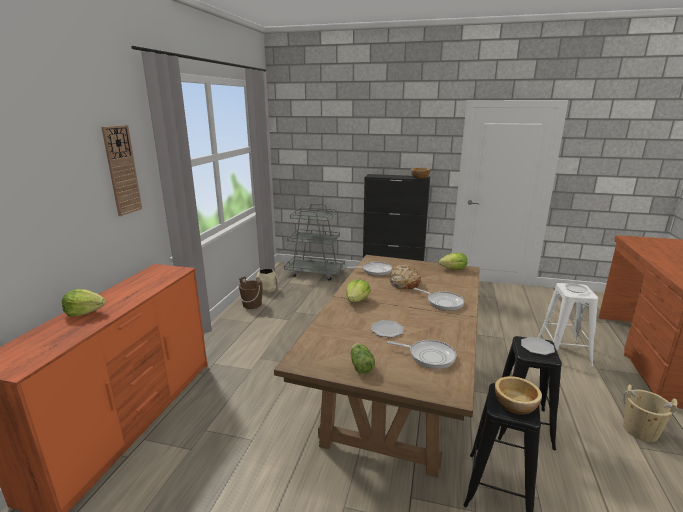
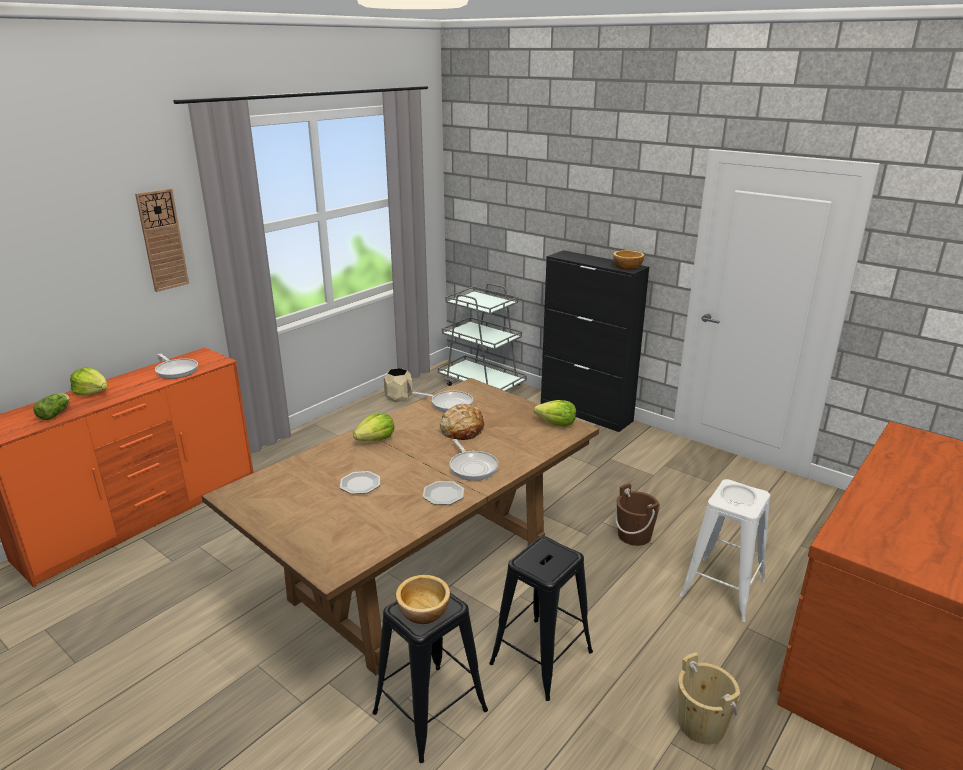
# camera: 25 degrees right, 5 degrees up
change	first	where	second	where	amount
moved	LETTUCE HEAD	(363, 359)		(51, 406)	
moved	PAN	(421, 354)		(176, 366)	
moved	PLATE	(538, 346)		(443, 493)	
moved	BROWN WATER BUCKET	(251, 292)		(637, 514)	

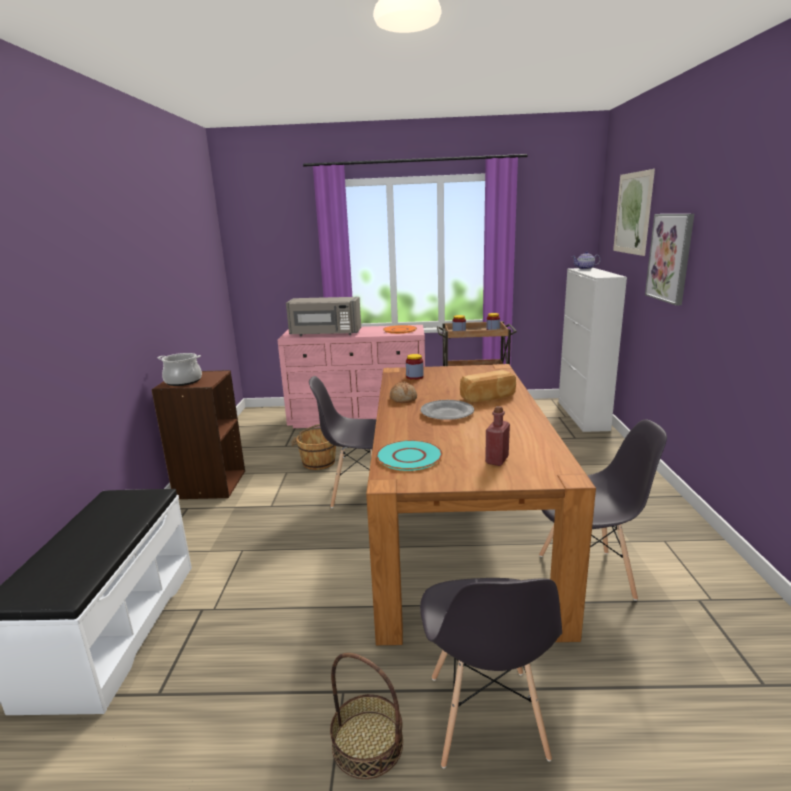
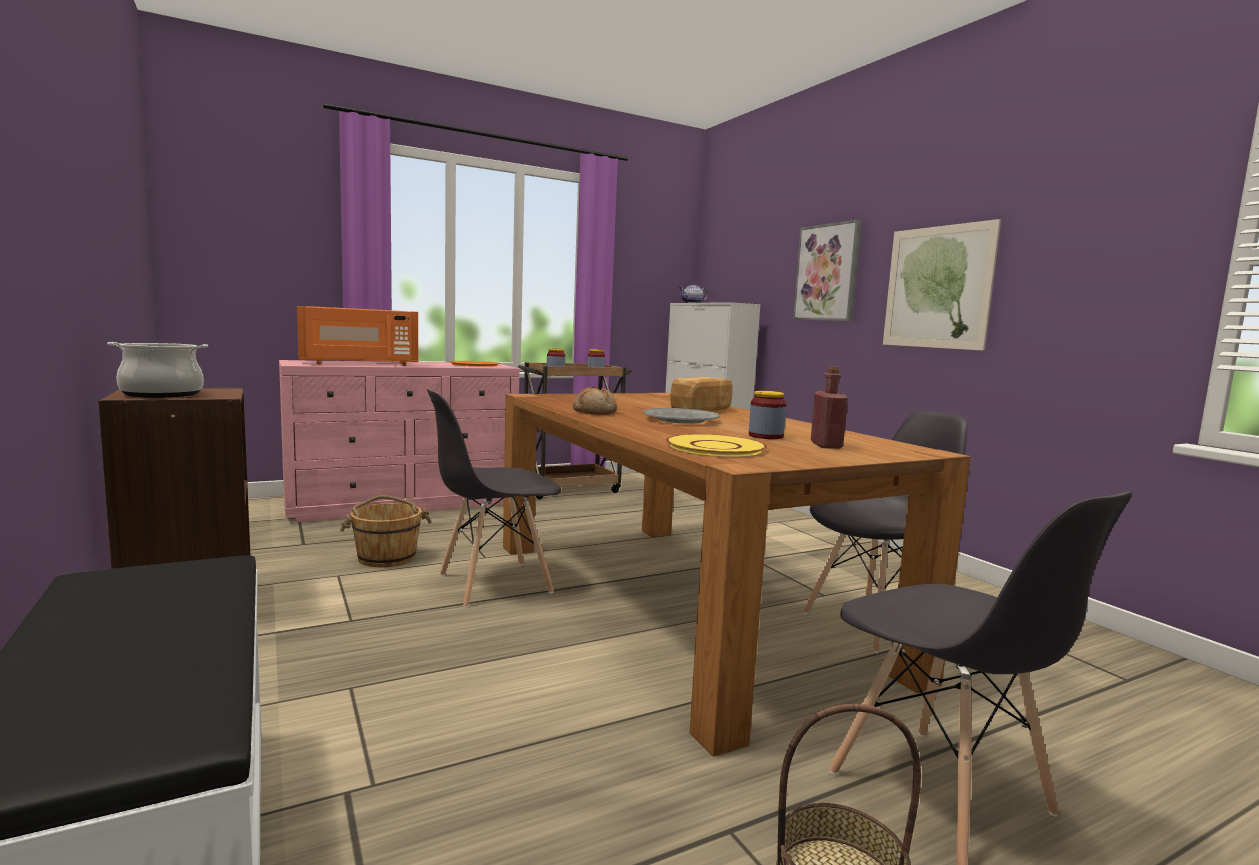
# camera: 30 degrees left, 10 degrees down
change	first	where	second	where	amount
recoloured	GRAY MICROWAVE OVEN	(323, 316)	ORANGE-COLOURED MICROWAVE OVEN	(357, 336)	
recoloured	TURQUOISE-COLOURED PLATE	(409, 455)	YELLOW PLATE	(716, 445)	
moved	JAR	(415, 367)		(767, 415)	
moved	WALL PICTURE	(634, 212)		(942, 285)	

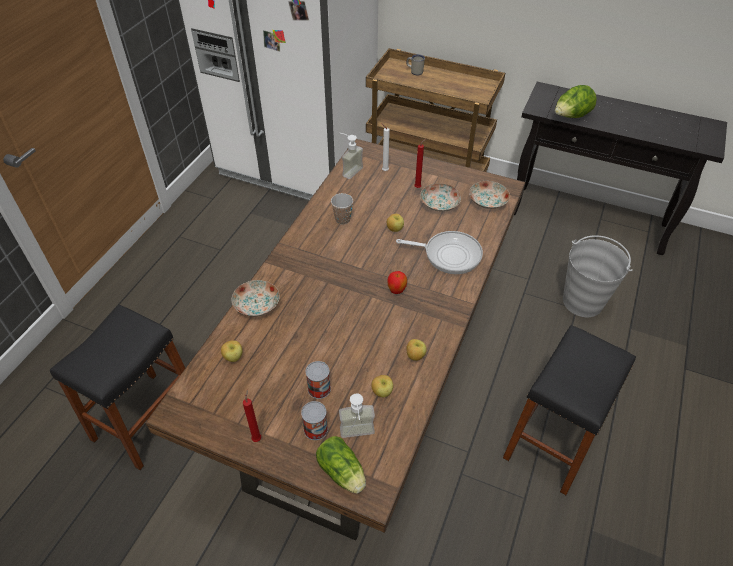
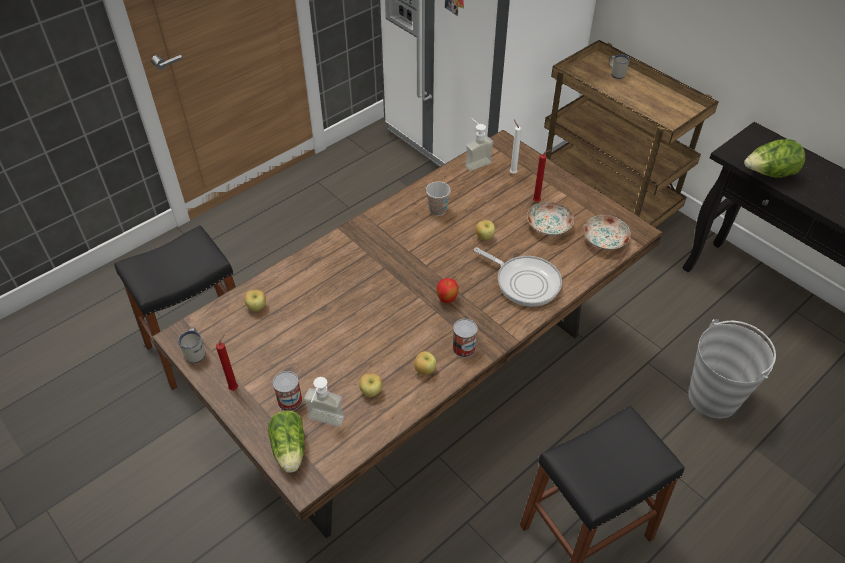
# camera: 25 degrees right, 0 degrees up
change	first	where	second	where	amount
added			WHITE MUG	(192, 345)	
moved	CAN	(318, 380)		(465, 338)	
removed	PLATE	(256, 298)			

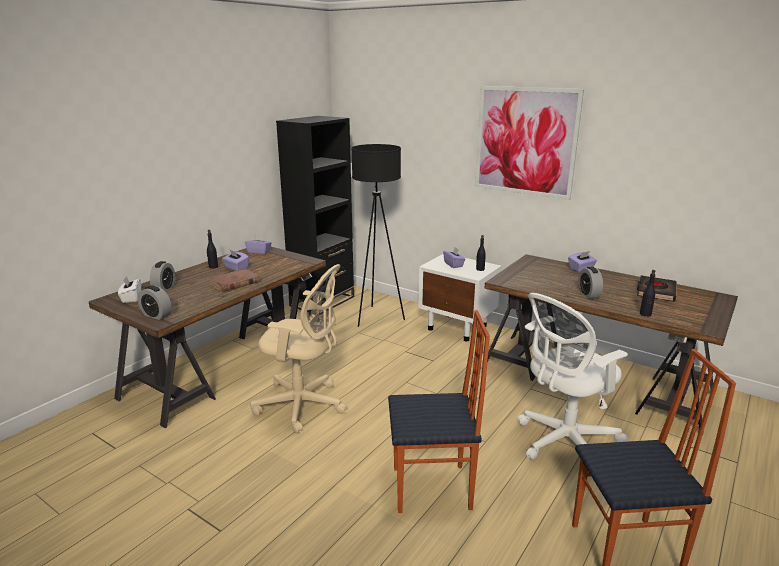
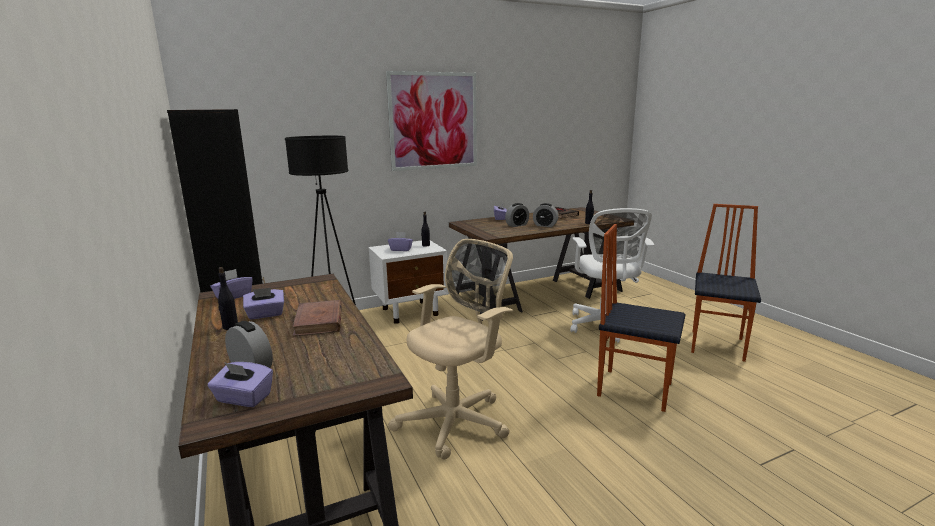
# camera: 60 degrees left, 5 degrees down
change	first	where	second	where	amount
recoloured	WHITE TISSUE BOX	(129, 289)	PURPLE-COLOURED TISSUE BOX	(240, 384)	
moved	BEDSIDE CLOCK	(155, 302)		(517, 215)	
turned	CHAIR	(439, 411)		(641, 318)	90 degrees counterclockwise

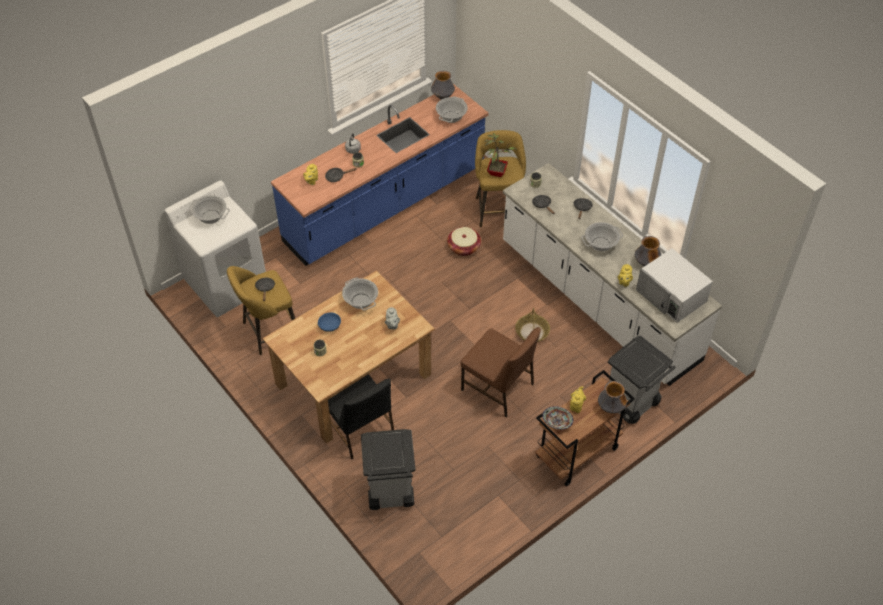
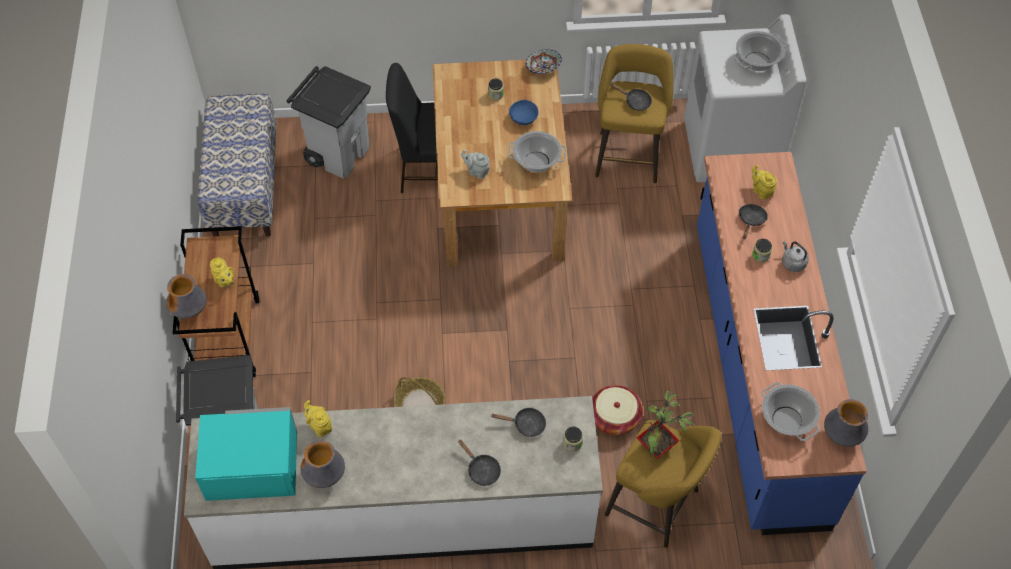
# camera: 125 degrees right, 5 degrees up
change	first	where	second	where	amount
recoloured	WHITE MICROWAVE OVEN	(674, 285)	TURQUOISE-COLOURED MICROWAVE OVEN	(246, 454)	
added			LONG SEAT	(237, 165)	
moved	BOWL	(557, 417)		(544, 61)	
removed	BROWN CHAIR	(500, 372)			
removed	SAUCEPOT	(602, 236)			

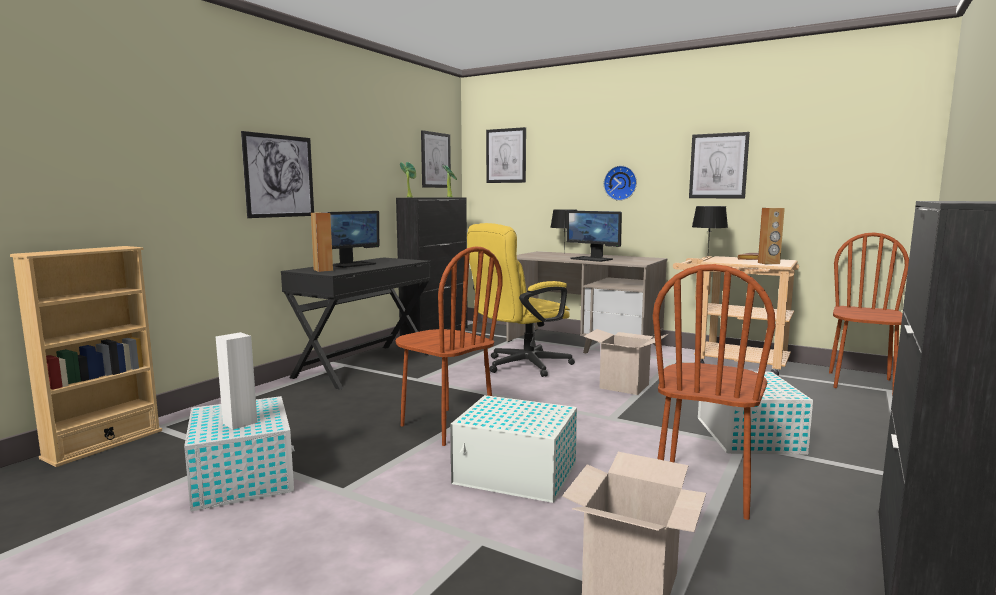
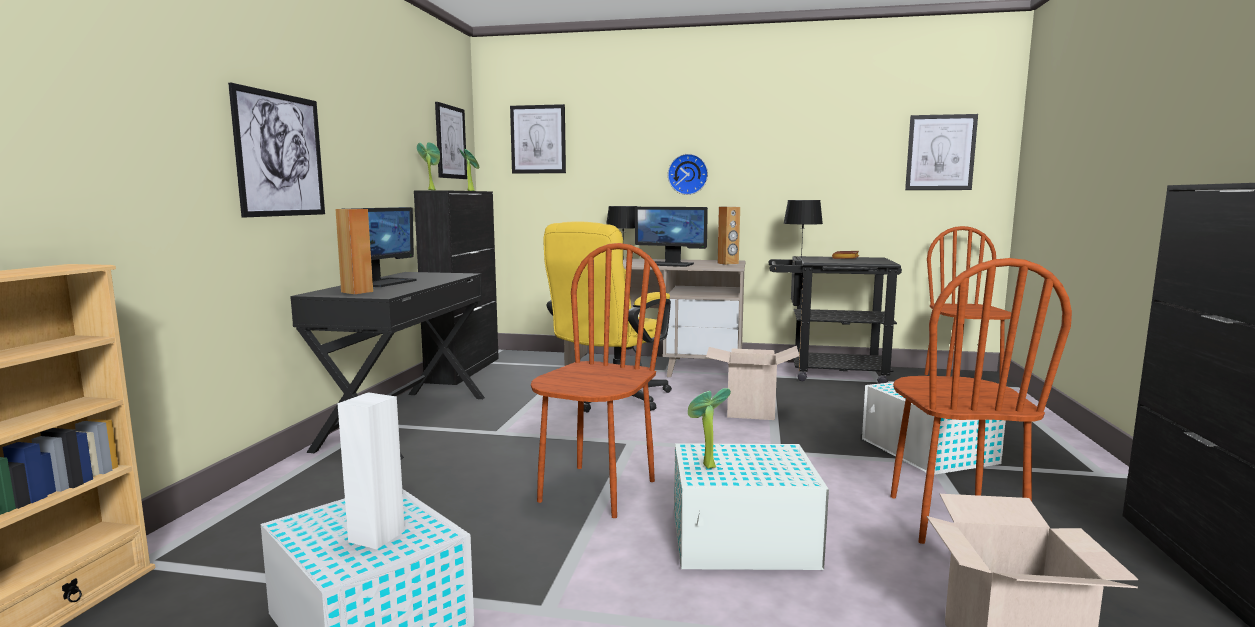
# camera: 20 degrees left, 0 degrees up
change	first	where	second	where	amount
turned	BROWN CHAIR	(449, 346)		(598, 380)	90 degrees counterclockwise
added			POTTED PLANT	(709, 428)	
moved	BROWN AUDIO SPEAKER	(771, 236)		(729, 236)	
recoloured	BEIGE-COLOURED TROLLEY	(736, 316)	BLACKISH TROLLEY	(835, 320)	
moved	WALL PICTURE	(719, 165)		(941, 152)	

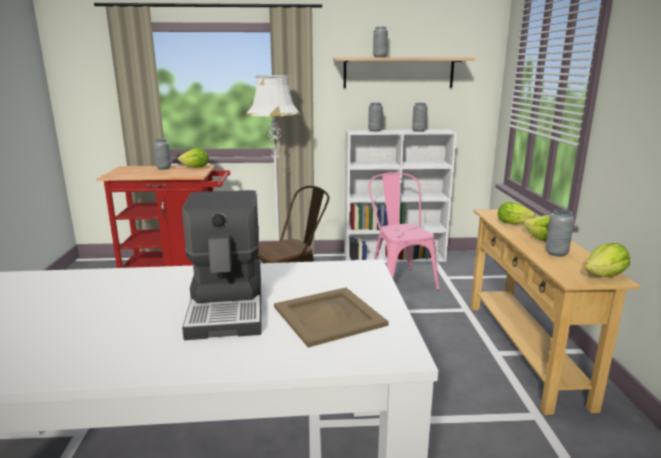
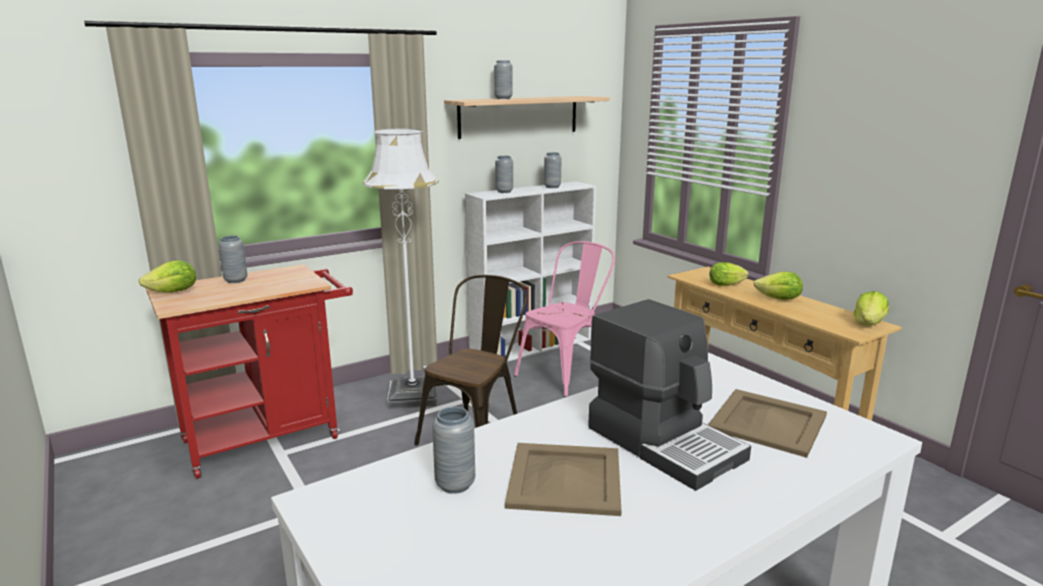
# camera: 30 degrees left, 0 degrees up
change	first	where	second	where	amount
moved	LETTUCE HEAD	(193, 157)		(167, 276)	
moved	GRAY FLOWER VASE	(560, 233)		(453, 450)	
added			BEIGE-COLOURED SERVING TRAY	(563, 479)	
turned	PINKISH CHAIR	(404, 231)		(564, 319)	90 degrees clockwise

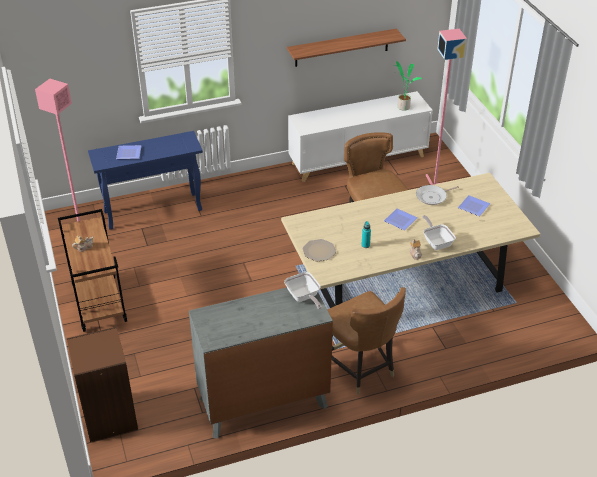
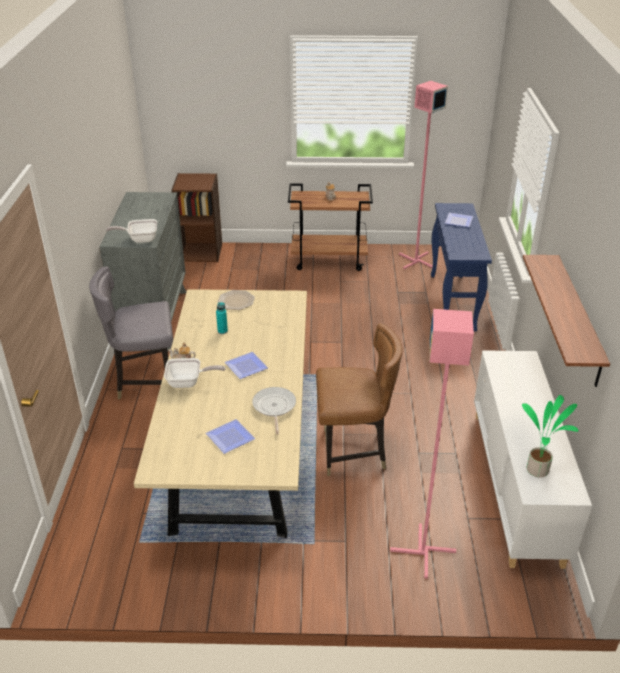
# camera: 110 degrees right, 5 degrees down
change	first	where	second	where	amount
recoloured	BROWN CHAIR	(366, 341)	GRAY CHAIR	(131, 332)	

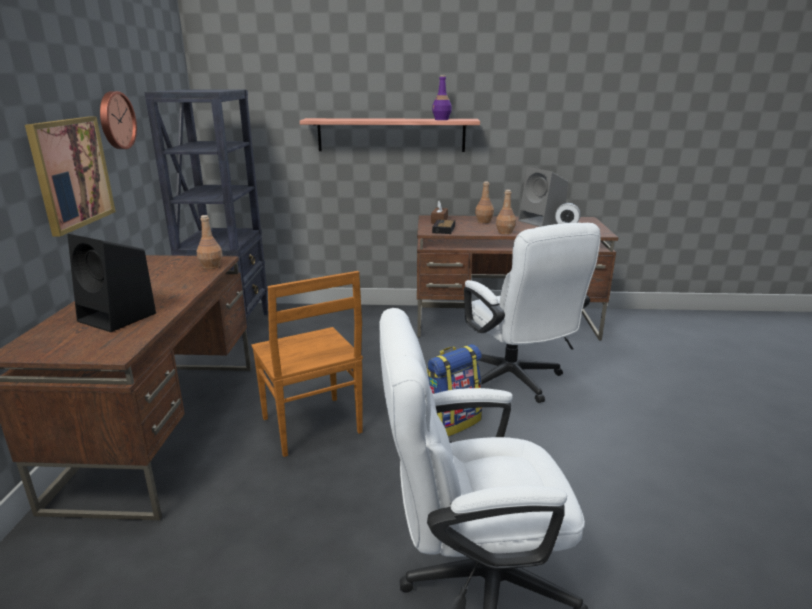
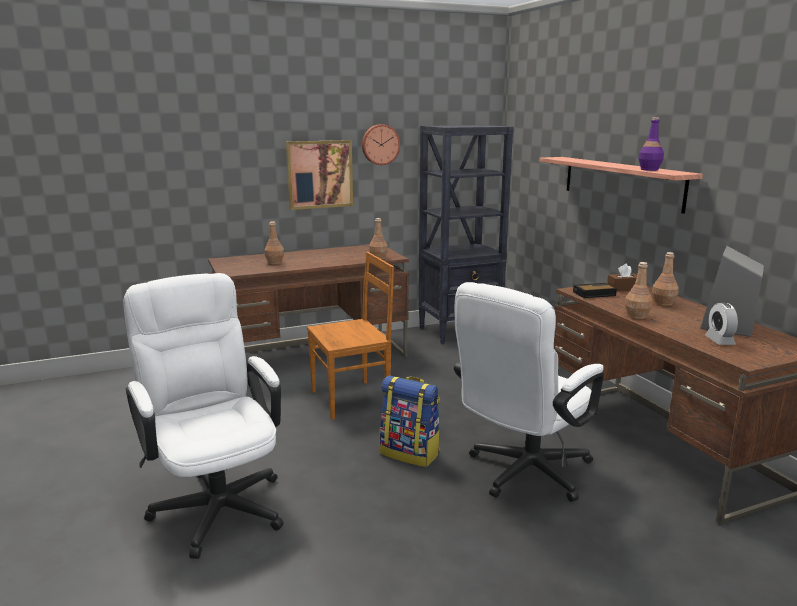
# camera: 65 degrees right, 5 degrees down
change	first	where	second	where	amount
replaced	BLACKISH AUDIO SPEAKER	(111, 283)	BROWN BOTTLE	(274, 243)	
turned	BROWN CHAIR	(307, 364)		(350, 336)	150 degrees counterclockwise

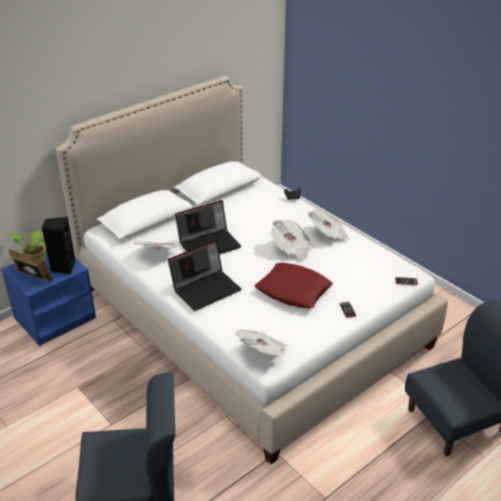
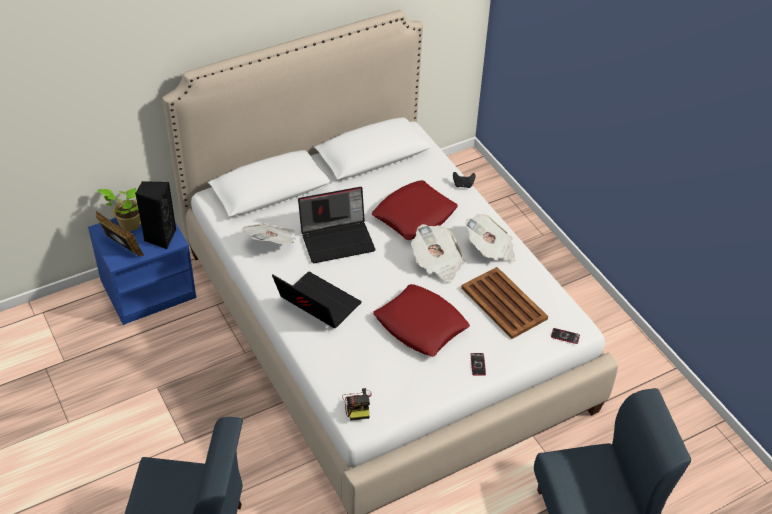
# camera: 10 degrees right, 10 degrees up
change	first	where	second	where	amount
turned	NOTEBOOK COMPUTER	(204, 275)		(317, 300)	120 degrees counterclockwise
replaced	NEWSPAPER	(261, 343)	STILL CAMERA	(357, 404)	
added			RED PILLOW	(415, 210)	
added			BROWN SERVING TRAY	(504, 303)	

